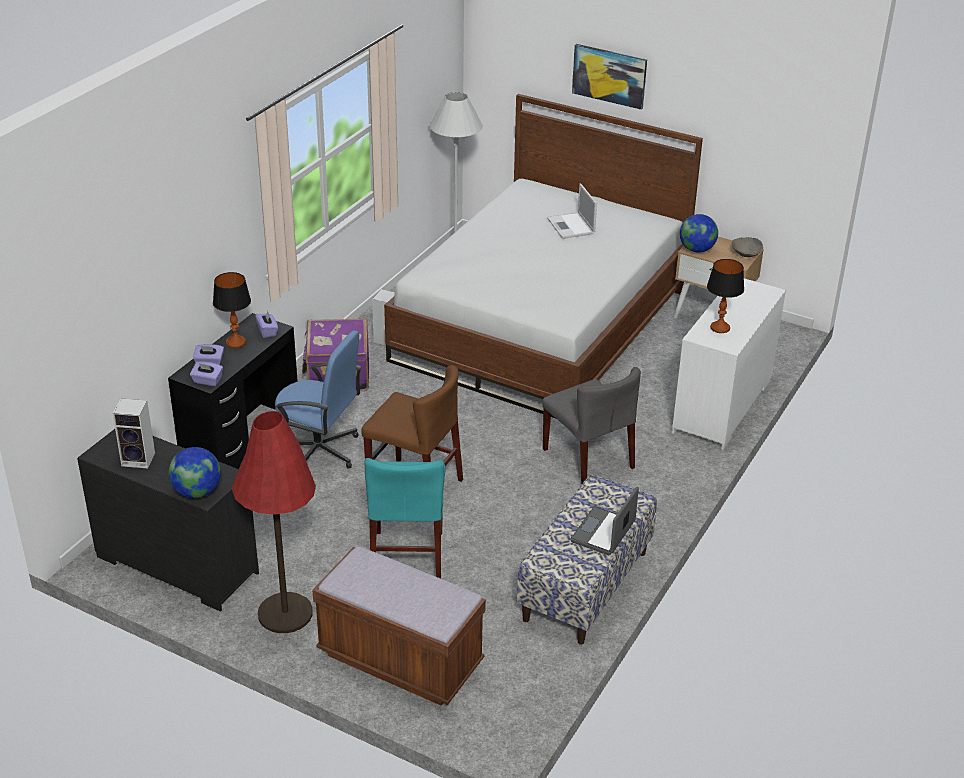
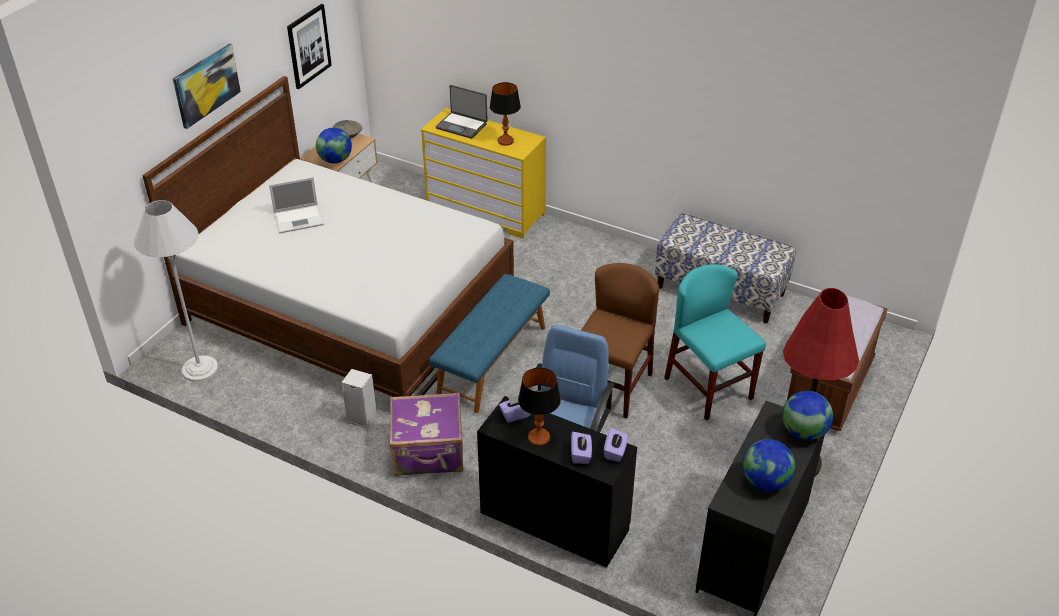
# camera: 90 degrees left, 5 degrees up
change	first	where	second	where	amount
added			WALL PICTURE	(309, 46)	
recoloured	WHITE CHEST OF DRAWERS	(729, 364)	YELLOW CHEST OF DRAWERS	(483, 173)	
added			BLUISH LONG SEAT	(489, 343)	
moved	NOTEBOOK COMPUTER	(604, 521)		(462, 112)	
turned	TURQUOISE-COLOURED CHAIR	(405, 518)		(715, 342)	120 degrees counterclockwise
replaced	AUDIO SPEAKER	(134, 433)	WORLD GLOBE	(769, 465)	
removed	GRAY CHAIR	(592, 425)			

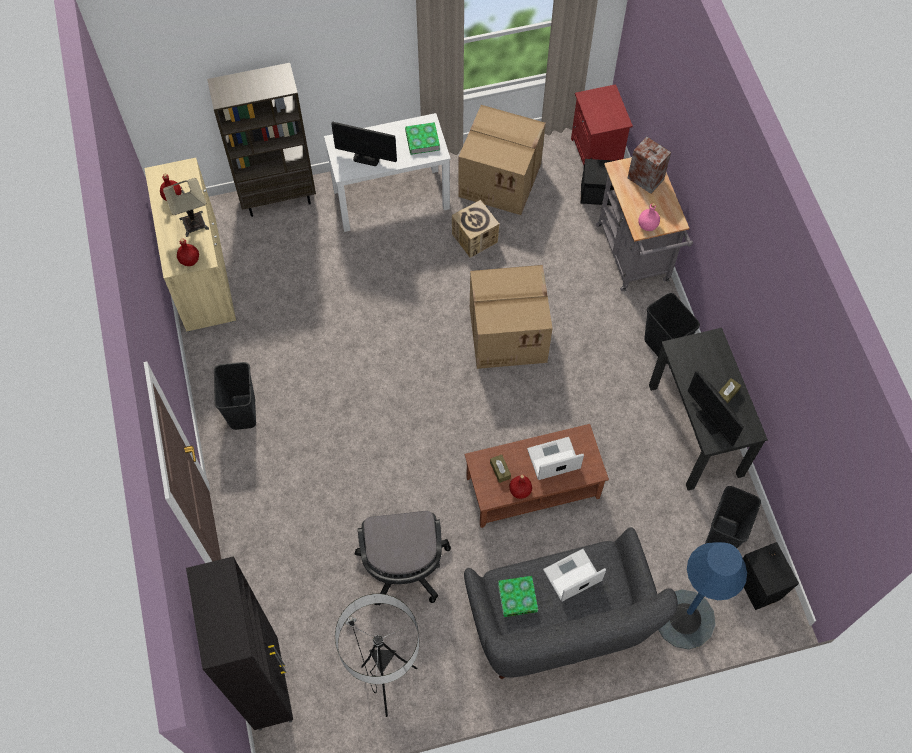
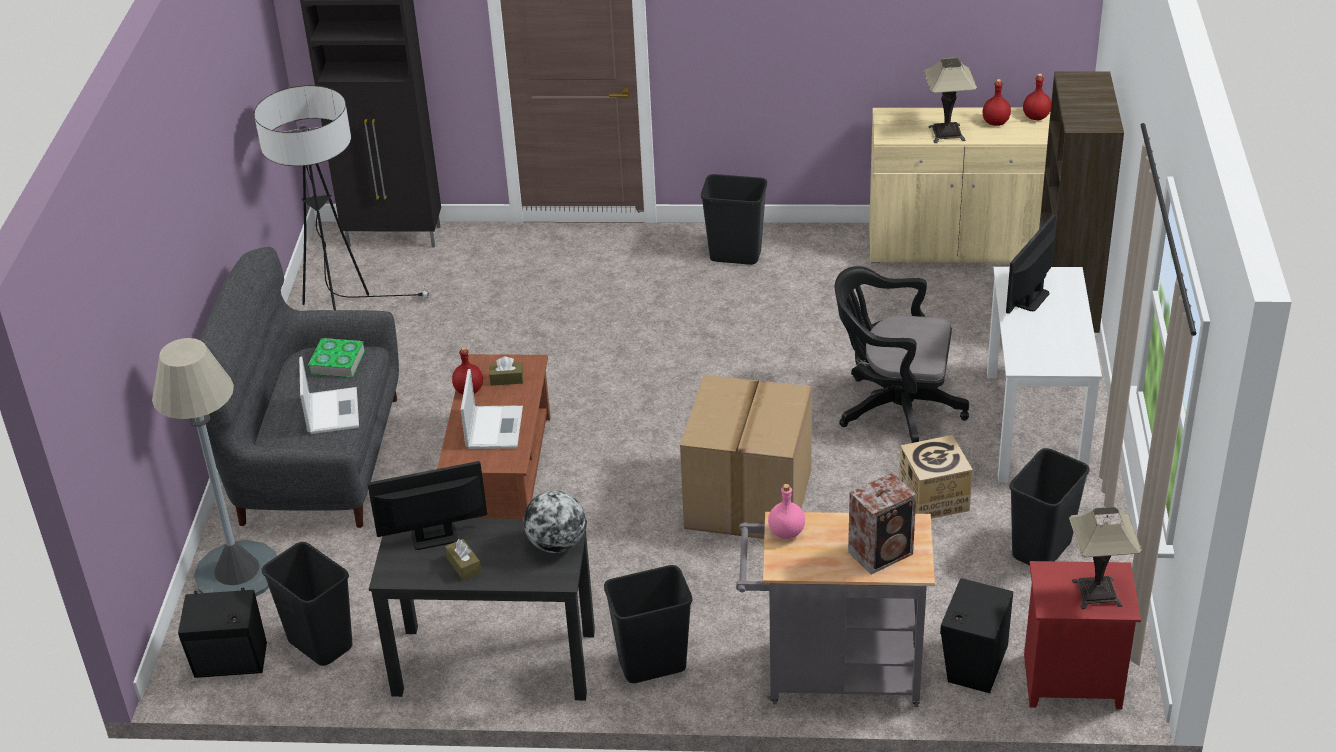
# camera: 110 degrees right, 25 degrees down
change	first	where	second	where	amount
recoloured	BLUISH FLOOR LAMP	(702, 596)	GRAY FLOOR LAMP	(214, 467)	
added			WORLD GLOBE	(554, 521)	
moved	BLACKISH OFFICE CHAIR	(403, 558)		(901, 355)	
replaced	CARTON	(502, 160)	BLACKISH RUBBISH BIN	(1049, 507)	
moved	RED BOTTLE	(188, 252)		(1037, 97)	
added			TABLETOP LAMP	(1105, 558)	
removed	BOUND BOOK	(422, 138)			

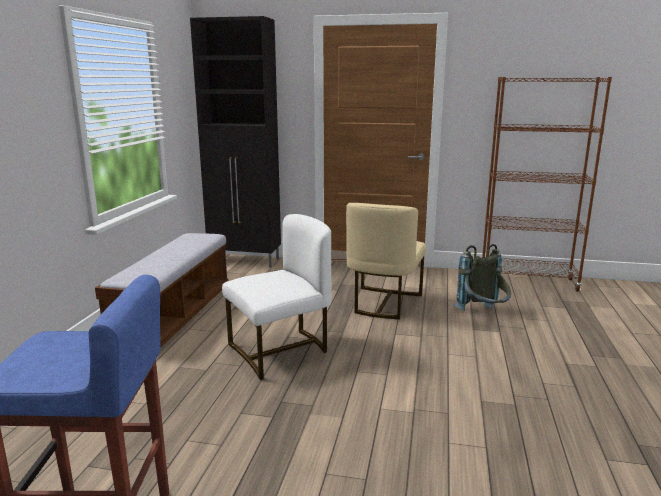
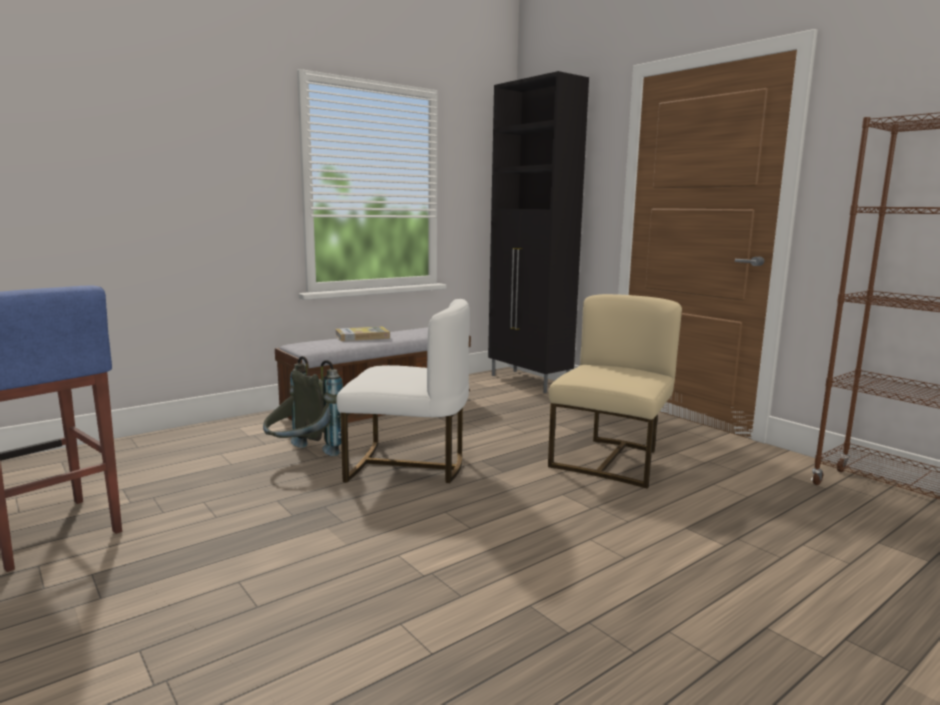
# camera: 40 degrees right, 5 degrees down
change	first	where	second	where	amount
moved	GRAY BACKPACK	(482, 277)		(303, 406)	
added			BOUND BOOK	(363, 333)	
turned	BEIGE-COLOURED CHAIR	(386, 261)		(615, 391)	150 degrees clockwise

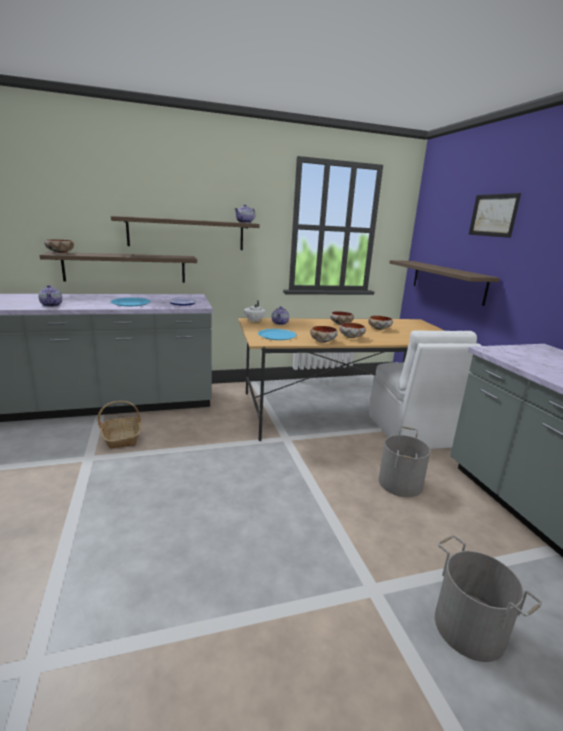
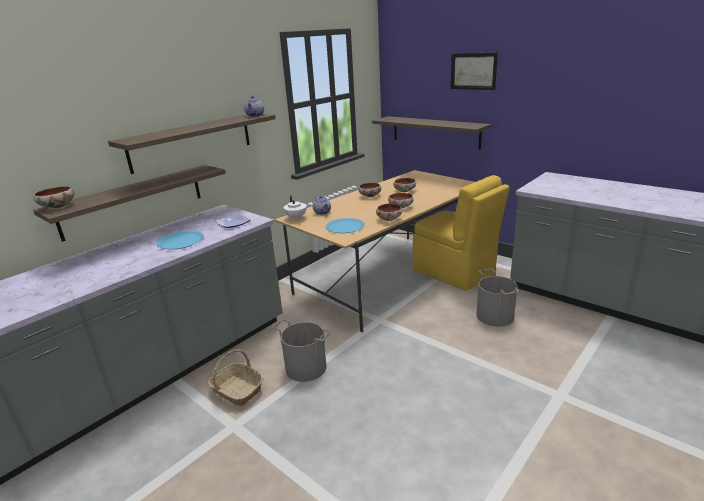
# camera: 30 degrees left, 5 degrees up
change	first	where	second	where	amount
moved	GRAY WATER BUCKET	(488, 598)		(302, 350)	
recoloured	WHITE CHAIR	(425, 389)	YELLOW CHAIR	(461, 233)	
removed	TEAPOT	(50, 296)			

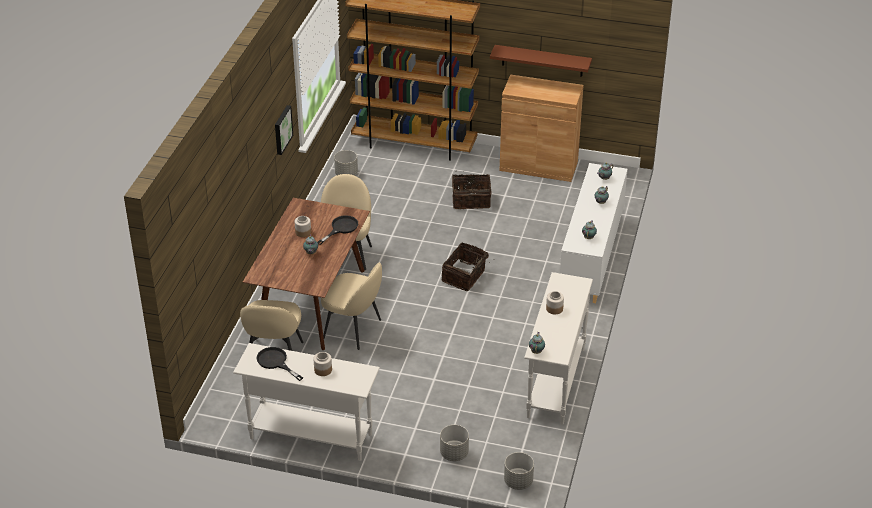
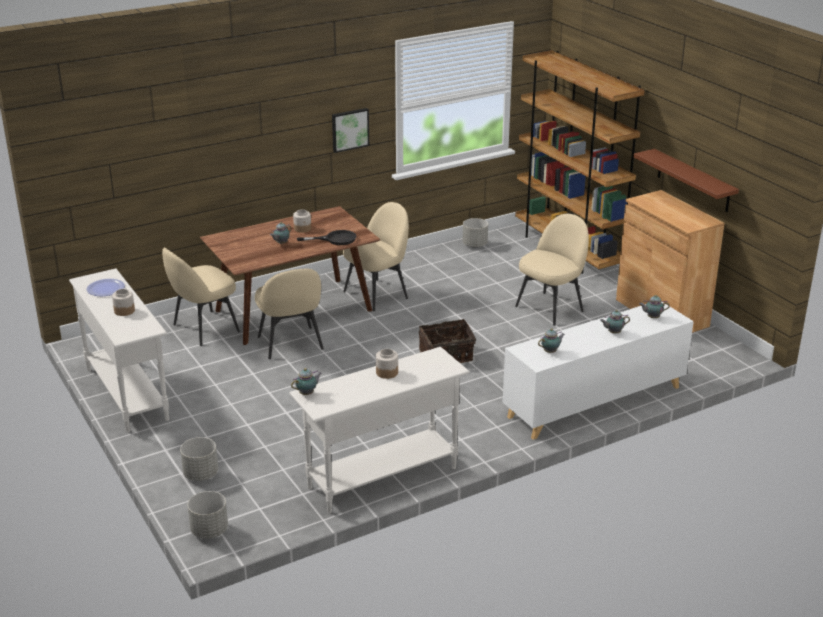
# camera: 45 degrees right, 10 degrees down
change	first	where	second	where	amount
replaced	BLACKISH PAN	(279, 364)	PLATE	(105, 287)	
replaced	BASKET	(472, 191)	BEIGE-COLOURED CHAIR	(552, 270)	

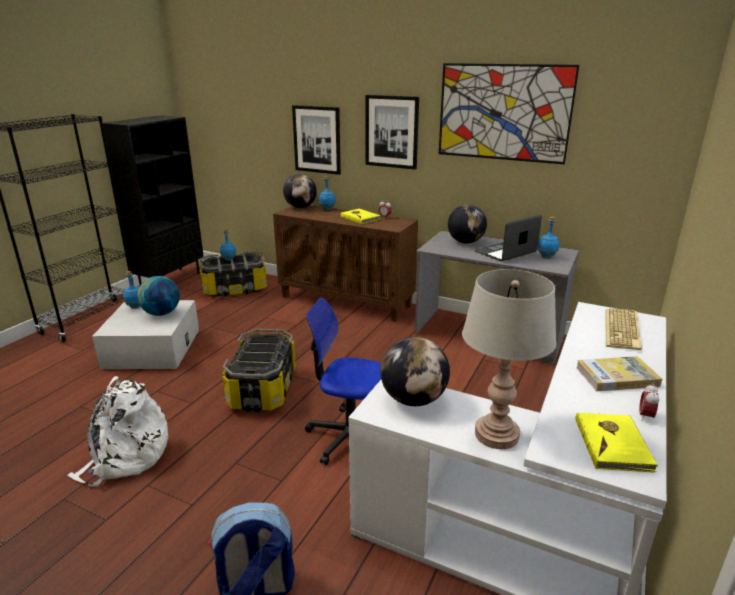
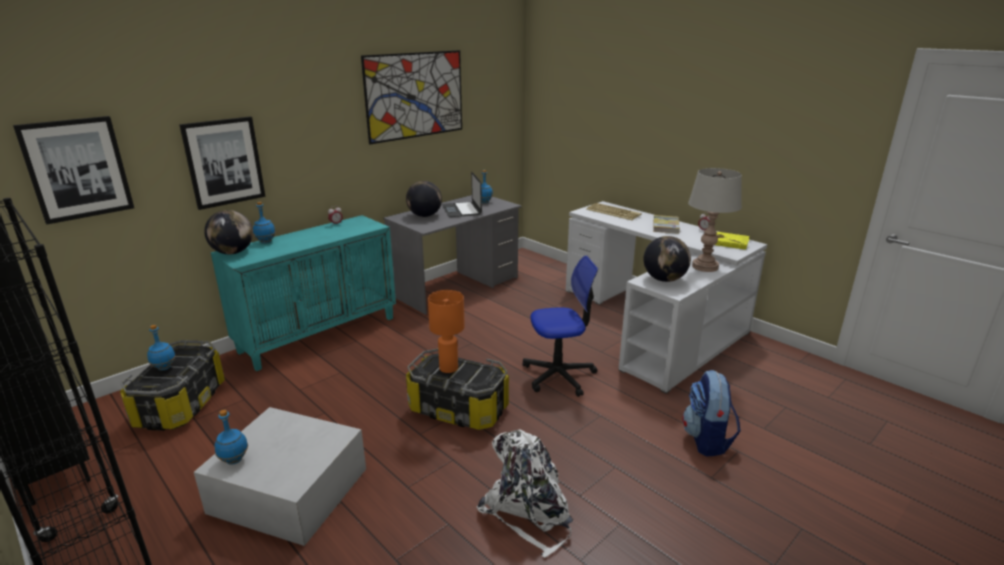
# camera: 70 degrees left, 0 degrees up
change	first	where	second	where	amount
moved	WALL PICTURE	(392, 132)		(73, 170)	
recoloured	BROWN CUPBOARD	(345, 263)	TURQUOISE-COLOURED CUPBOARD	(303, 293)	
added			ORANGE-COLOURED TABLETOP LAMP	(446, 331)	
turned	OFFICE CHAIR	(343, 381)		(560, 326)	135 degrees counterclockwise
removed	WORLD GLOBE	(158, 296)			
removed	YELLOW BOUND BOOK	(361, 216)			

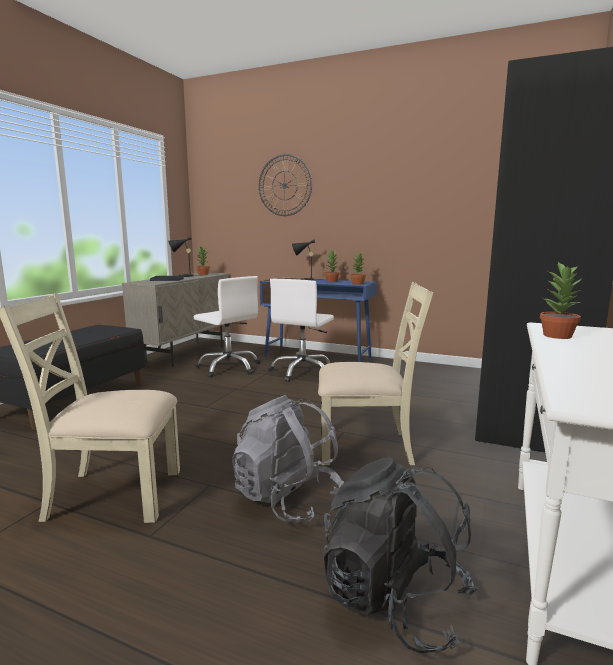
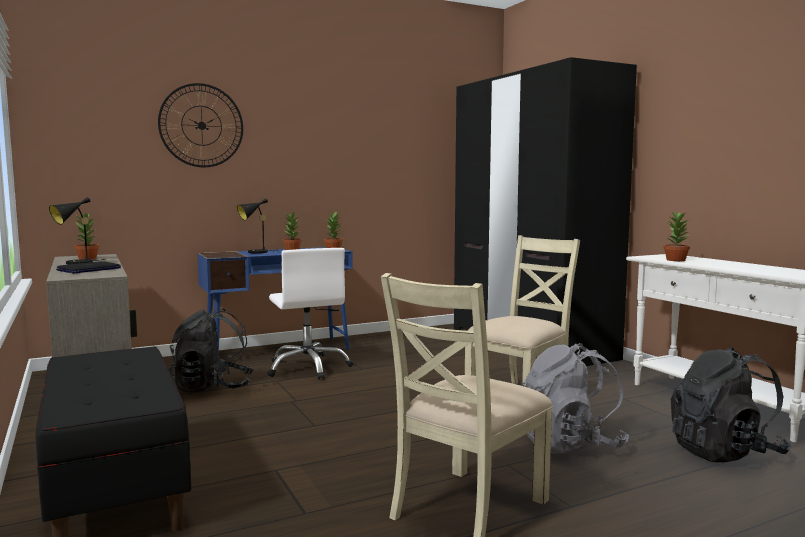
# camera: 50 degrees left, 5 degrees down
change	first	where	second	where	amount
replaced	WHITE OFFICE CHAIR	(227, 326)	BLACKISH BACKPACK	(212, 351)	

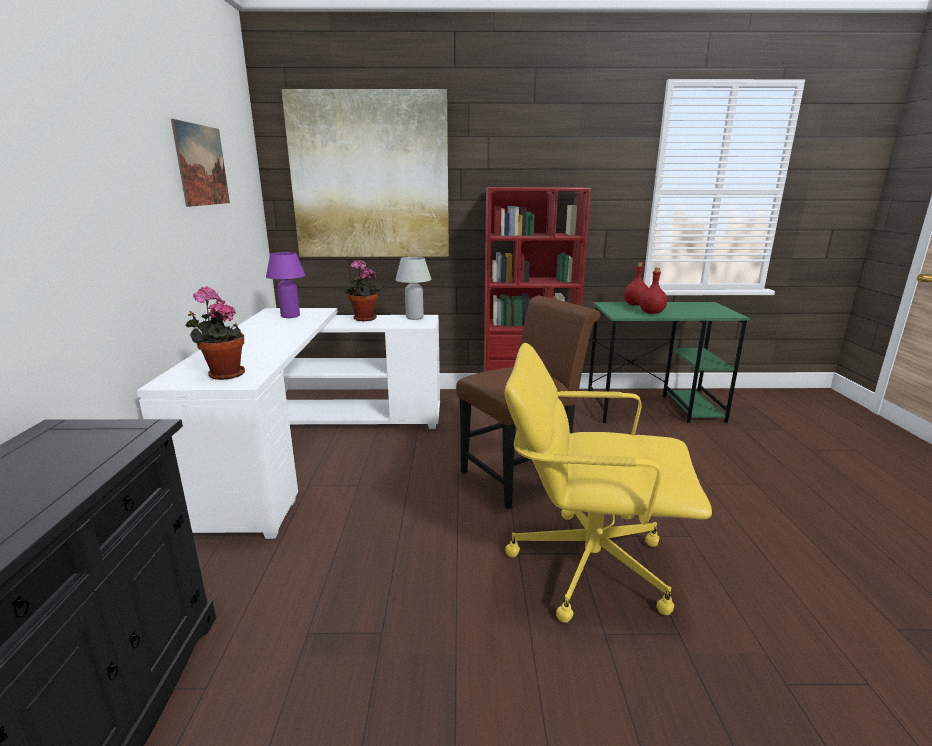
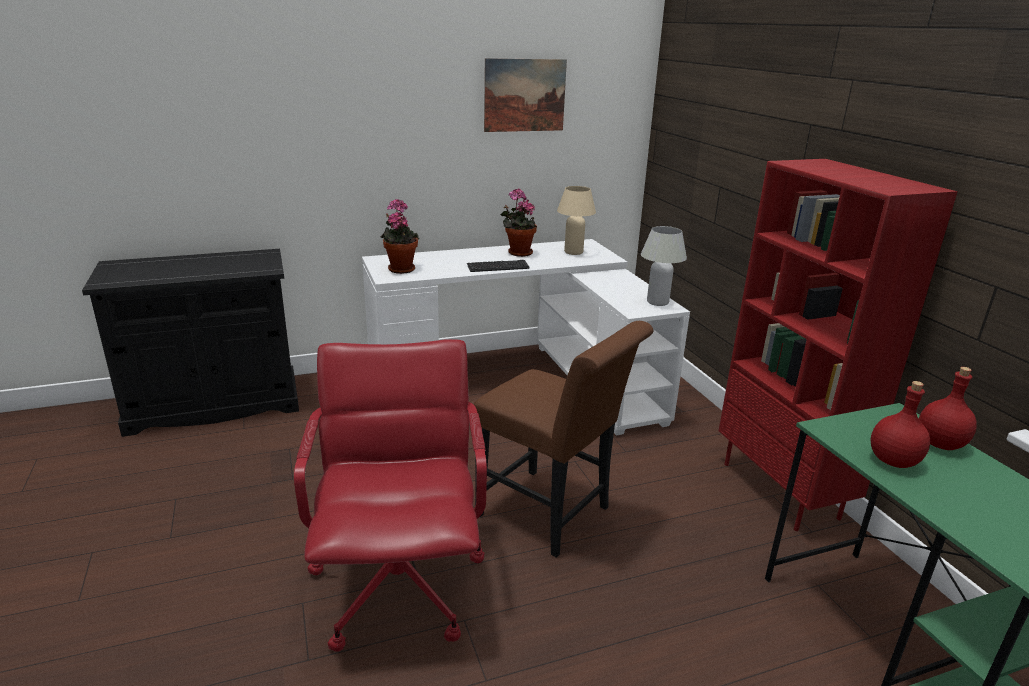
# camera: 70 degrees right, 5 degrees up
change	first	where	second	where	amount
recoloured	YELLOW OFFICE CHAIR	(608, 483)	RED OFFICE CHAIR	(390, 495)	
added			KEYBOARD	(498, 266)	
moved	POTTED PLANT	(363, 290)		(518, 222)	
recoloured	PURPLE-COLOURED TABLETOP LAMP	(285, 285)	BEIGE-COLOURED TABLETOP LAMP	(576, 220)	
removed	WALL PICTURE	(365, 173)			

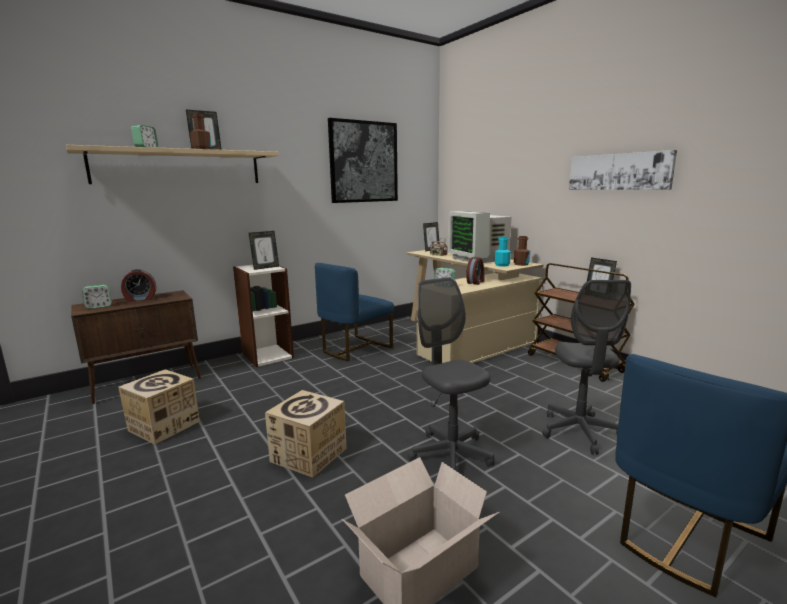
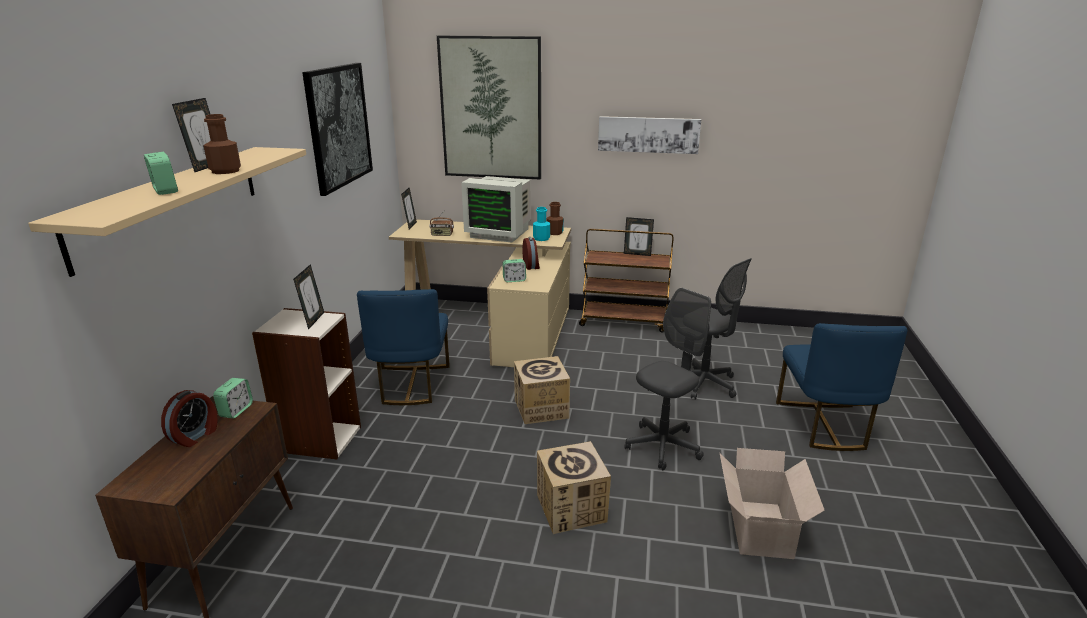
# camera: 45 degrees left, 10 degrees up
change	first	where	second	where	amount
moved	BEDSIDE CLOCK	(97, 297)		(233, 398)	
added			WALL PICTURE	(489, 108)	
moved	CARTON	(159, 406)		(542, 390)	
turned	GRAY OFFICE CHAIR	(451, 374)		(668, 379)	120 degrees clockwise

